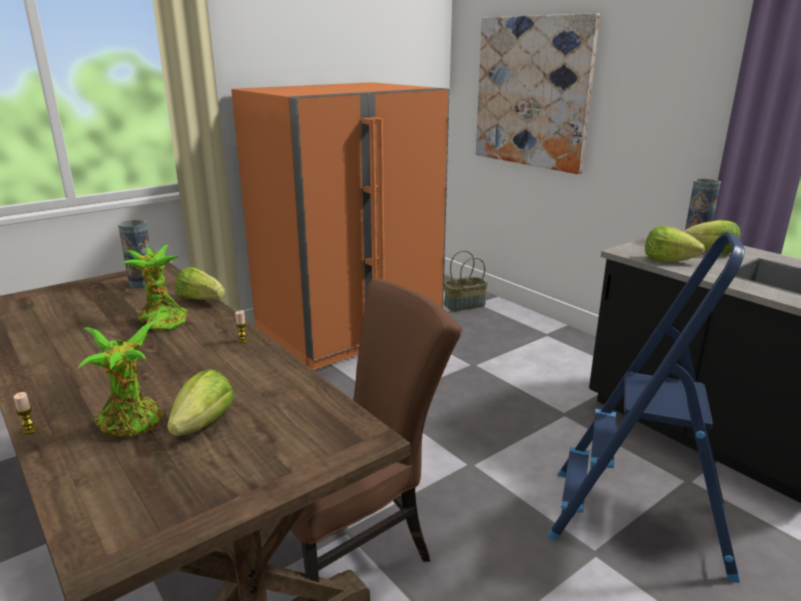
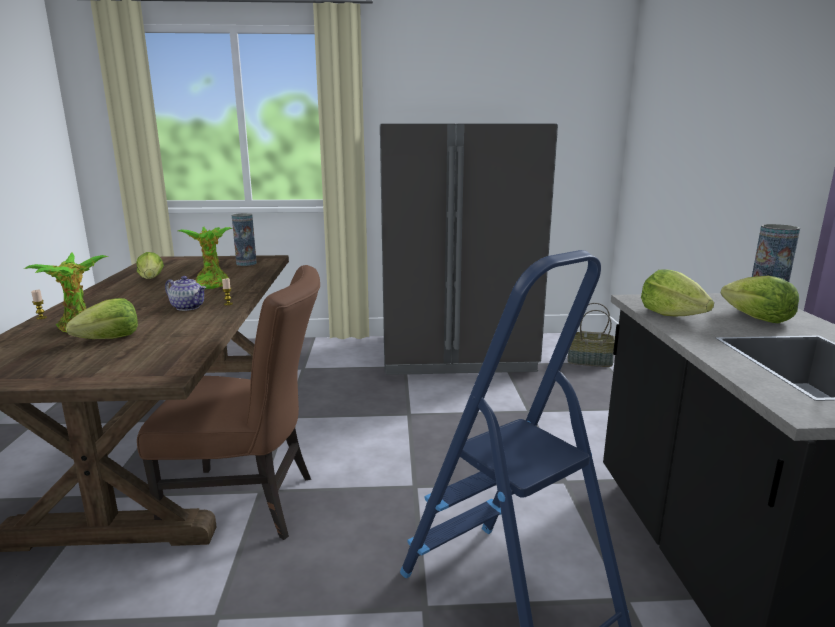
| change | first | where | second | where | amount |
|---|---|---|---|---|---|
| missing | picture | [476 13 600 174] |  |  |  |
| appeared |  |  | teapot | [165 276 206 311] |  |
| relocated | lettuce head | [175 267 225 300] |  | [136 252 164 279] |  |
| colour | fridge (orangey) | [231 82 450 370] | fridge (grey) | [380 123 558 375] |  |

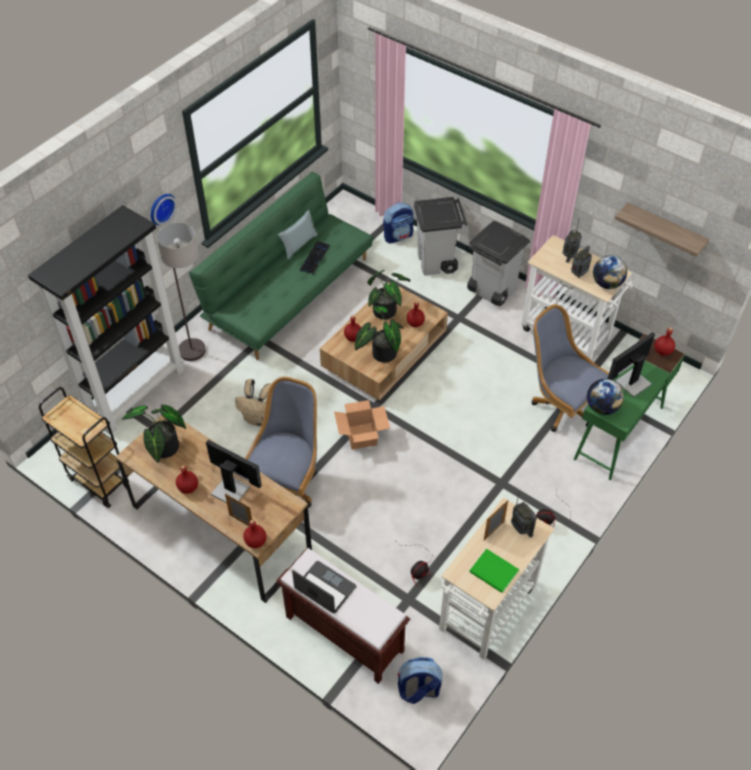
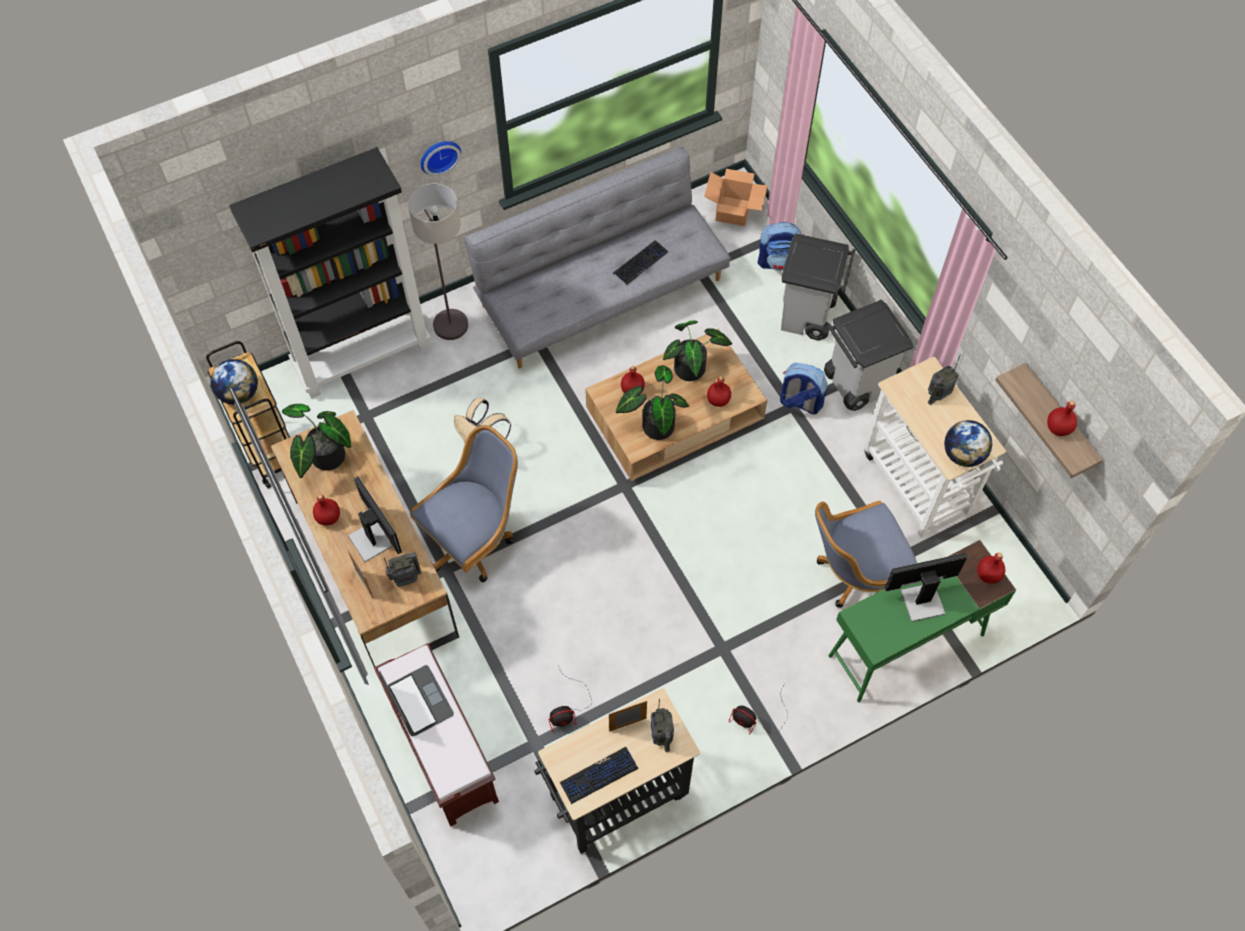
| change | first | where | second | where | amount |
|---|---|---|---|---|---|
| missing | cushion (bluish) | [278 210 318 259] |  |  |  |
| relocated | drink bottle (red-coloured) | [243 520 266 548] |  | [1047 401 1077 436] |  |
| relocated | carton | [334 400 390 450] |  | [704 169 768 226] |  |
| relocated | backpack | [398 657 442 704] |  | [780 363 827 414] |  |
| relocated | radio receiver | [571 246 592 278] |  | [384 552 422 587] |  |
| relocated | globe | [587 379 624 415] |  | [211 359 258 405] |  |
| exchanged | bound book (greenish) | [469 549 519 593] | computer keyboard | [560 747 638 804] |  |
| colour | settee (greenish) | [189 172 373 360] | settee (grey) | [464 146 731 368] |  |
| colour | cart (white-coloured) | [439 498 554 660] | cart (black-coloured) | [534 688 700 854] |  |
| spun | desk chair (bluish) | [532 304 609 432] |  | [815 501 917 608] | 90 degrees counterclockwise |

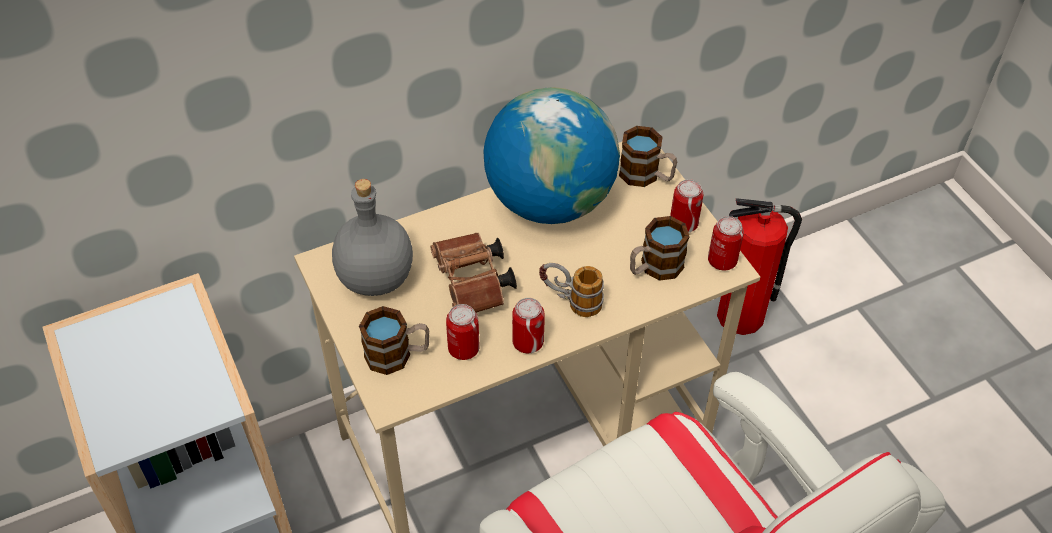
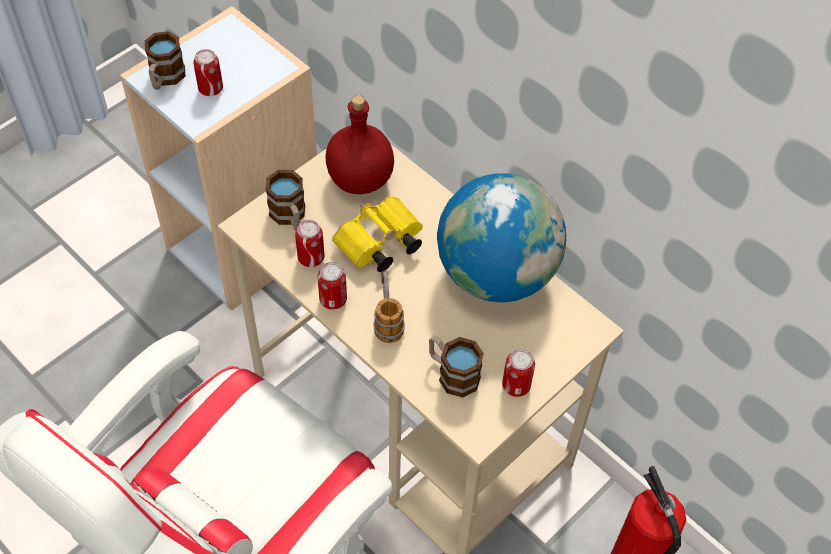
| change | first | where | second | where | amount |
|---|---|---|---|---|---|
| relocated | tea mug | [619 126 677 187] |  | [145 31 186 90] |  |
| relocated | sealed can | [708 216 744 270] |  | [193 49 223 96] |  |
| colour | drink bottle (grey) | [332 179 413 296] | drink bottle (red-coloured) | [326 95 394 194] |  |
| colour | pair of binoculars (brown) | [430 233 517 313] | pair of binoculars (yellow-coloured) | [332 196 423 272] |  |

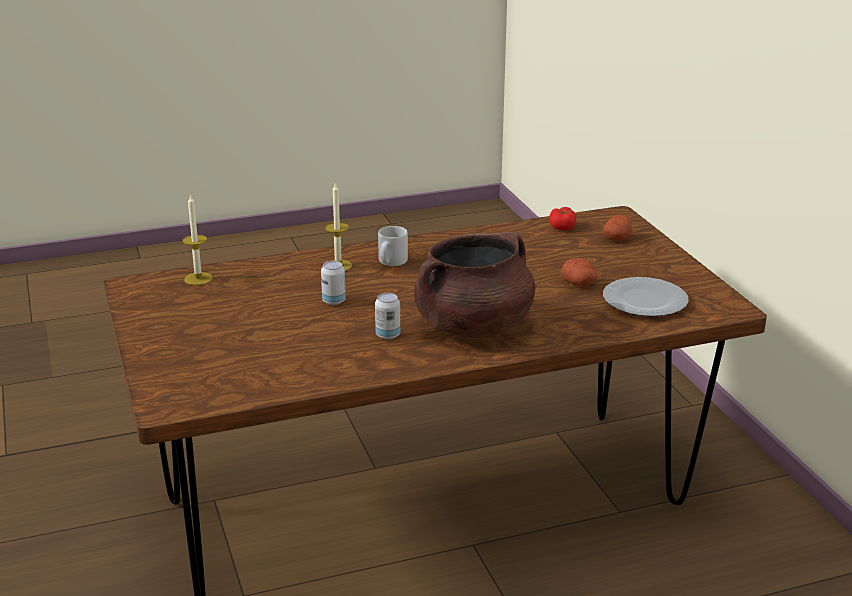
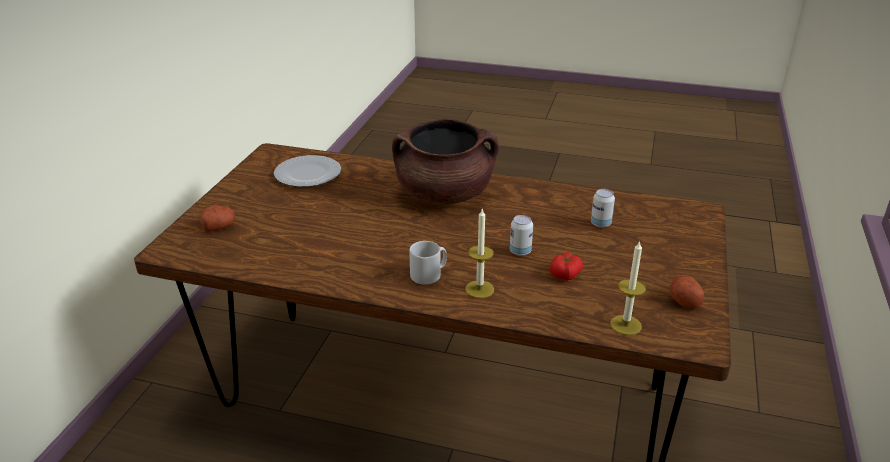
| change | first | where | second | where | amount |
|---|---|---|---|---|---|
| relocated | sealed can | [375 293 400 340] |  | [591 189 615 228] |  |
| relocated | tomato | [549 207 576 231] |  | [550 252 583 280] |  |
| relocated | spud | [561 258 597 287] |  | [670 275 704 308] |  |

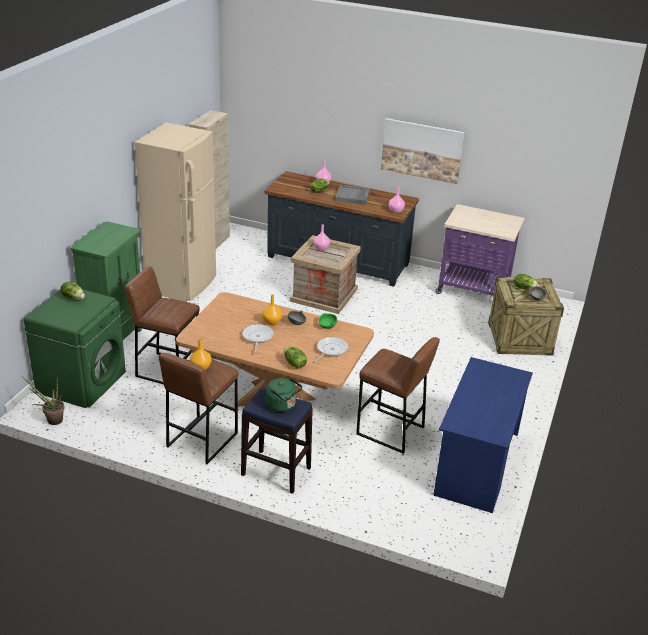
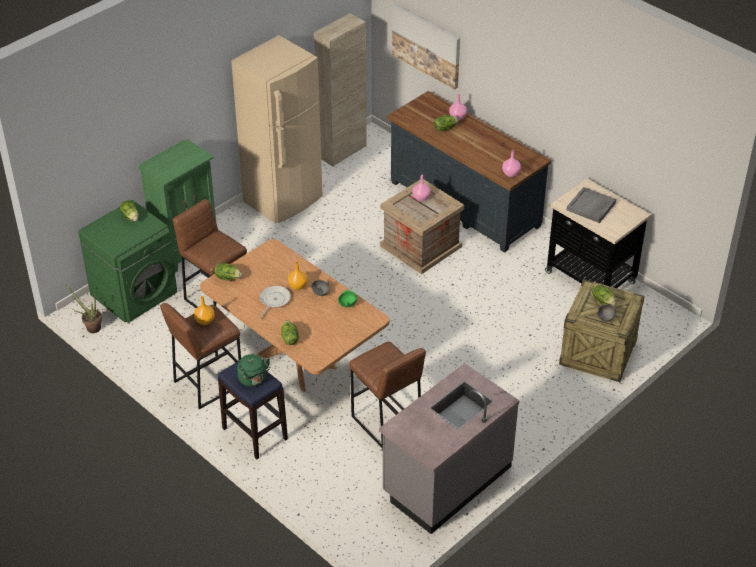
| change | first | where | second | where | amount |
|---|---|---|---|---|---|
| missing | frying pan | [313 337 349 363] |  |  |  |
| appeared |  |  | lettuce head | [214 263 242 281] |  |
| relocated | carrying tray (grey) | [336 185 370 205] |  | [567 187 616 223] |  |
| relocated | picture | [381 118 465 184] |  | [392 4 460 89] |  |
| exchanged | desk table (bluish) | [433 357 533 513] | counter (grey) | [379 363 519 534] |  |
| colour | cart (purplish) | [435 204 524 296] | cart (black-coloured) | [545 178 652 288] |  |

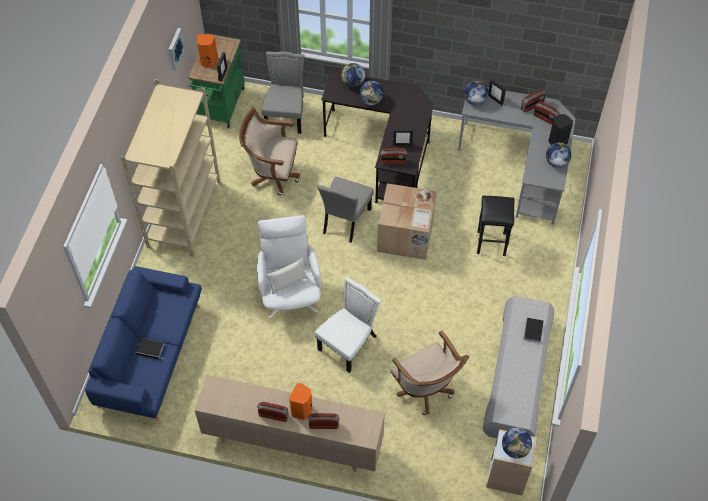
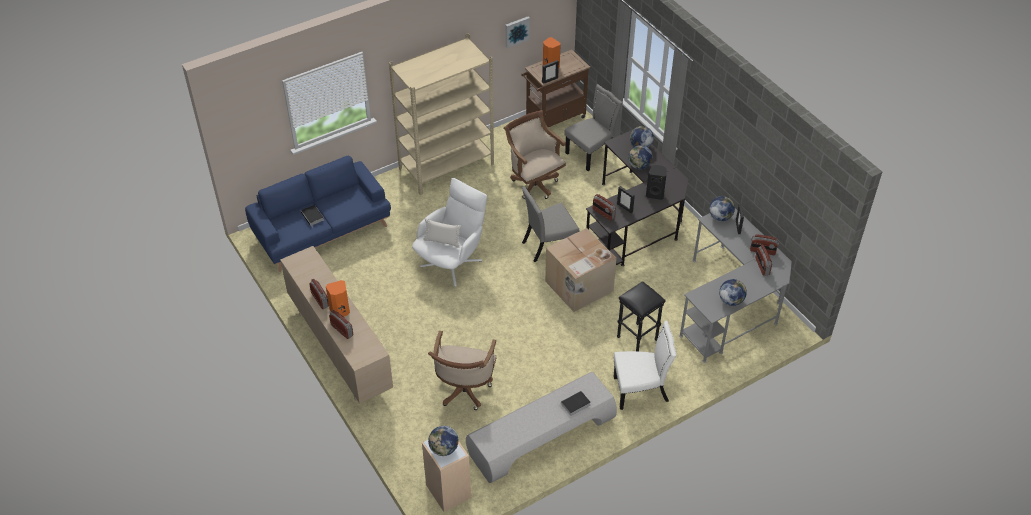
| change | first | where | second | where | amount |
|---|---|---|---|---|---|
| relocated | upright chair (white-coloured) | [315 277 381 373] |  | [613 321 676 410] |  |
| relocated | speaker (black-coloured) | [548 114 573 145] |  | [646 165 667 200] |  |
| colour | cart (greenish) | [188 35 245 129] | cart (brown) | [521 49 590 127] |  |

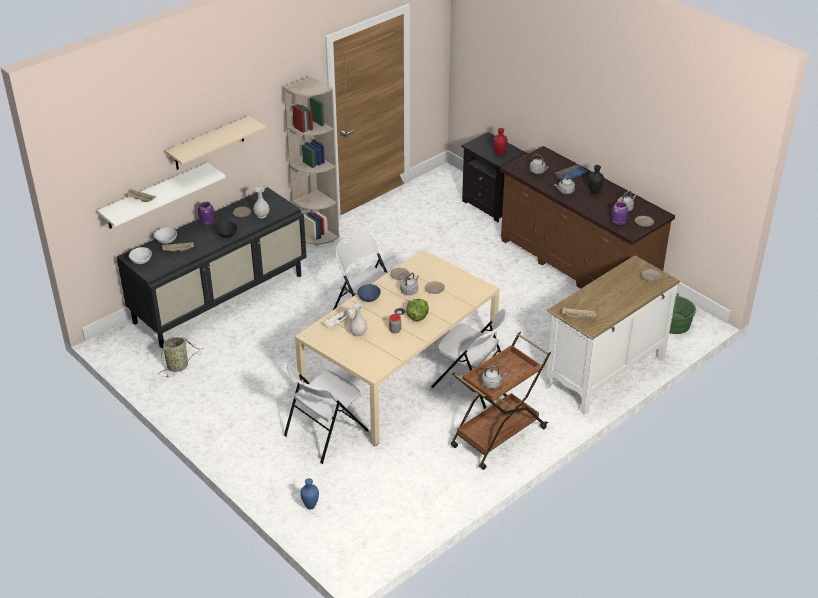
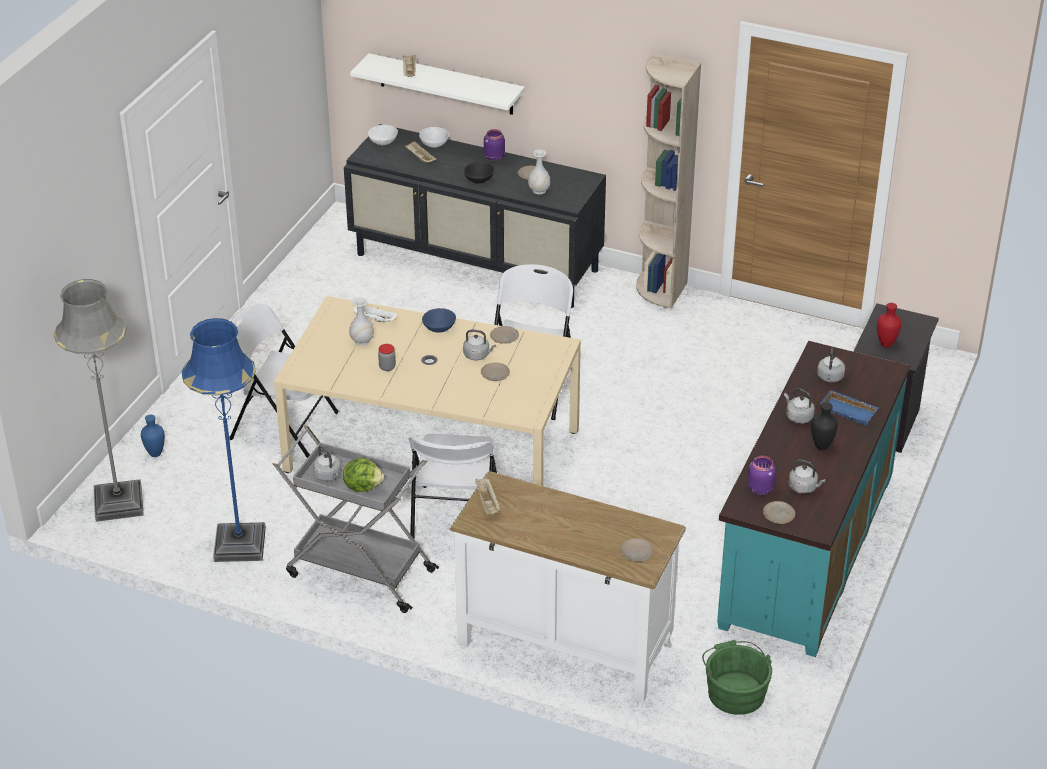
| change | first | where | second | where | amount |
|---|---|---|---|---|---|
| missing | storage basket | [158 337 204 377] |  |  |  |
| missing | wall shelf (beige-coloured) | [165 116 266 170] |  |  |  |
| appeared |  |  | floor lamp (grey) | [54 279 144 522] |  |
| appeared |  |  | floor lamp (bluish) | [182 318 266 562] |  |
| relocated | lettuce head | [406 299 429 321] |  | [343 458 384 492] |  |
| colour | cart (brown) | [451 332 551 470] | cart (grey) | [273 425 439 613] |  |
| colour | storage cabinet (brown) | [500 146 675 289] | storage cabinet (turquoise) | [717 341 910 657] |  |

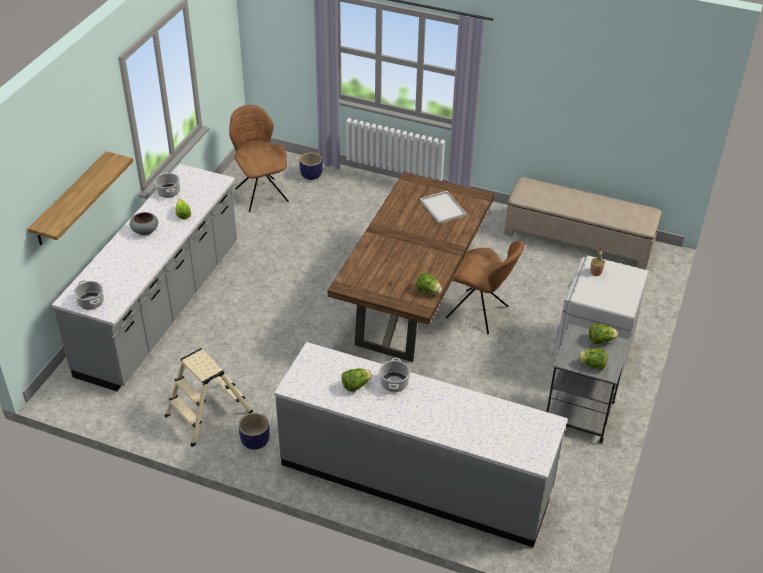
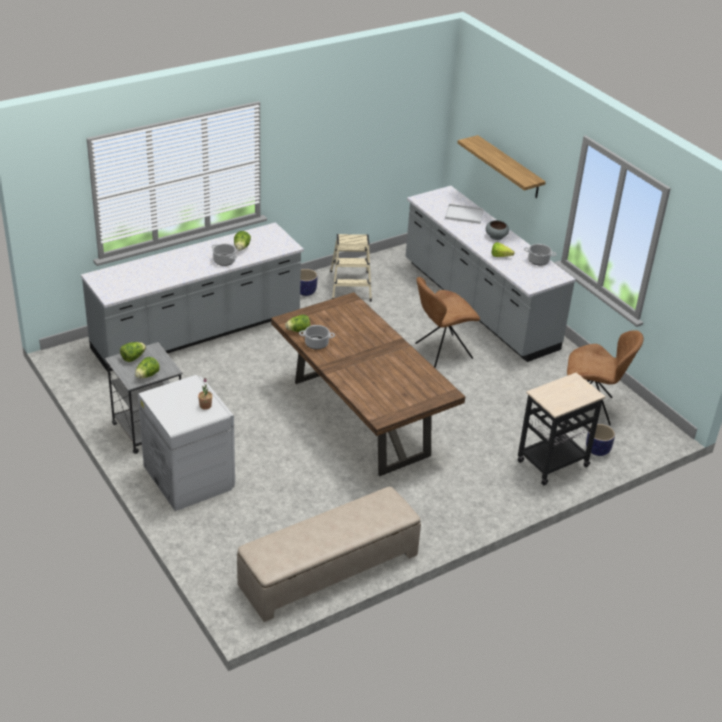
| change | first | where | second | where | amount |
|---|---|---|---|---|---|
| appeared |  |  | cart | [517 372 606 485] |  |
| relocated | cooking pot | [74 280 104 309] |  | [299 325 335 349] |  |
| relocated | carrying tray (white-coloured) | [420 191 466 224] |  | [445 204 484 224] |  |
| relocated | upright chair (brown) | [446 241 524 334] |  | [415 277 480 368] |  |

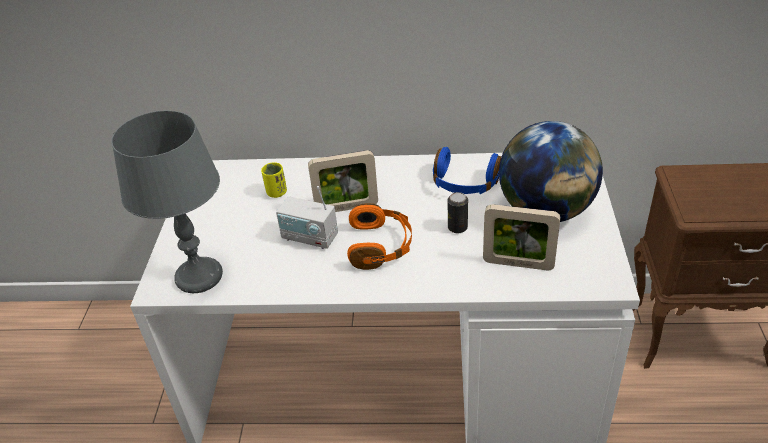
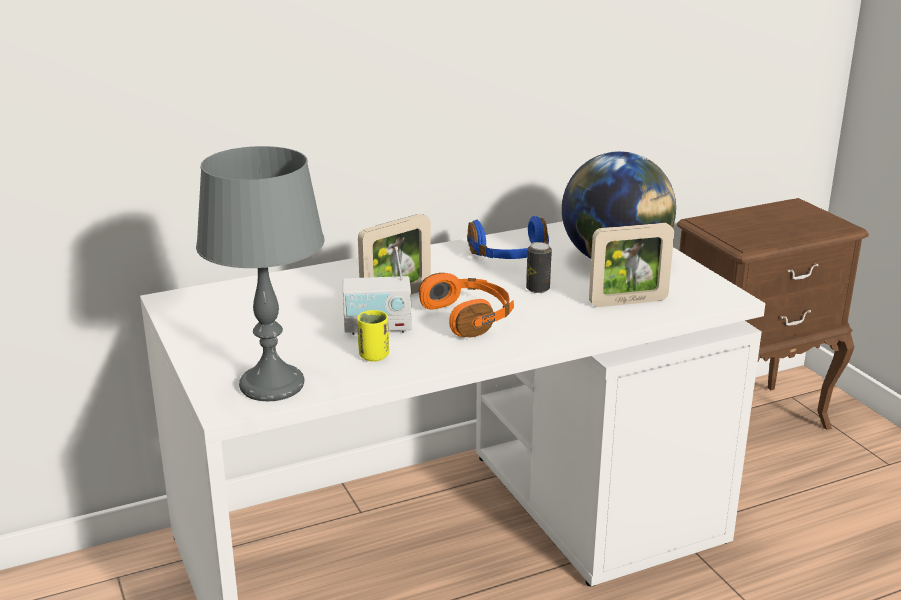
| change | first | where | second | where | amount |
|---|---|---|---|---|---|
| relocated | cup (yellow-coloured) | [261 162 287 198] |  | [357 310 389 362] |  |

